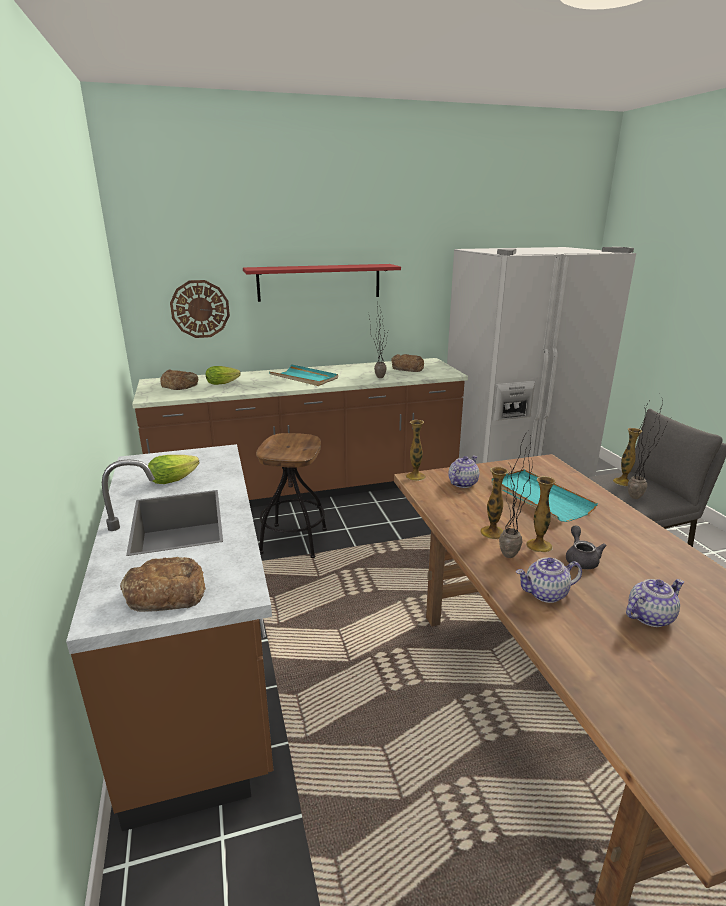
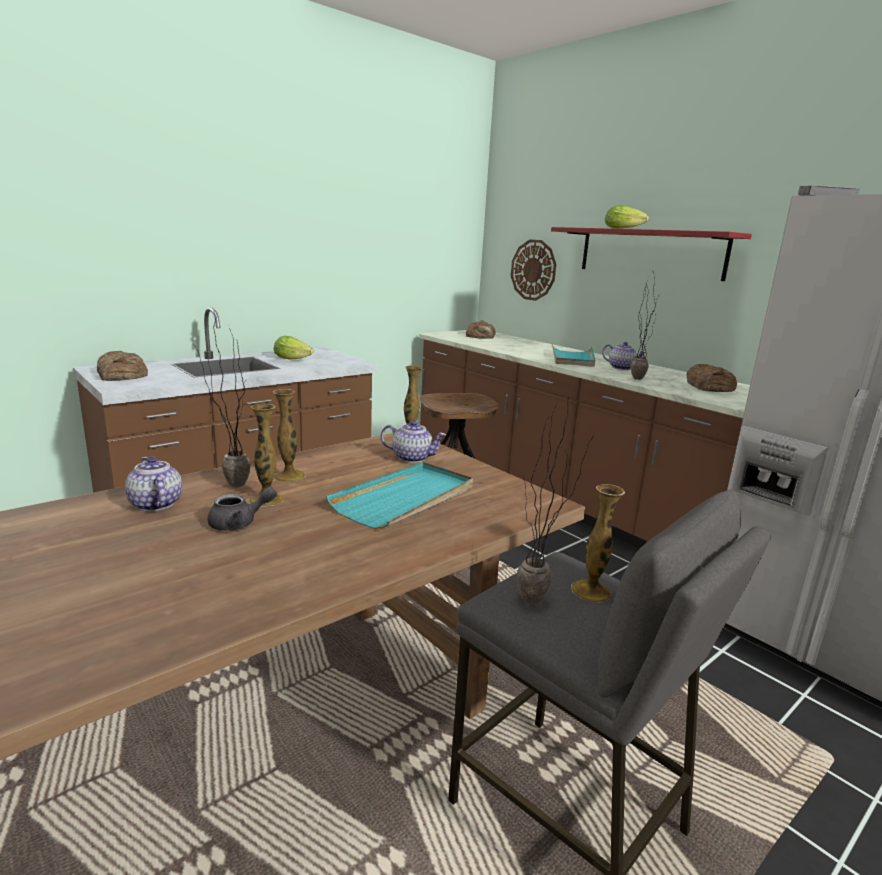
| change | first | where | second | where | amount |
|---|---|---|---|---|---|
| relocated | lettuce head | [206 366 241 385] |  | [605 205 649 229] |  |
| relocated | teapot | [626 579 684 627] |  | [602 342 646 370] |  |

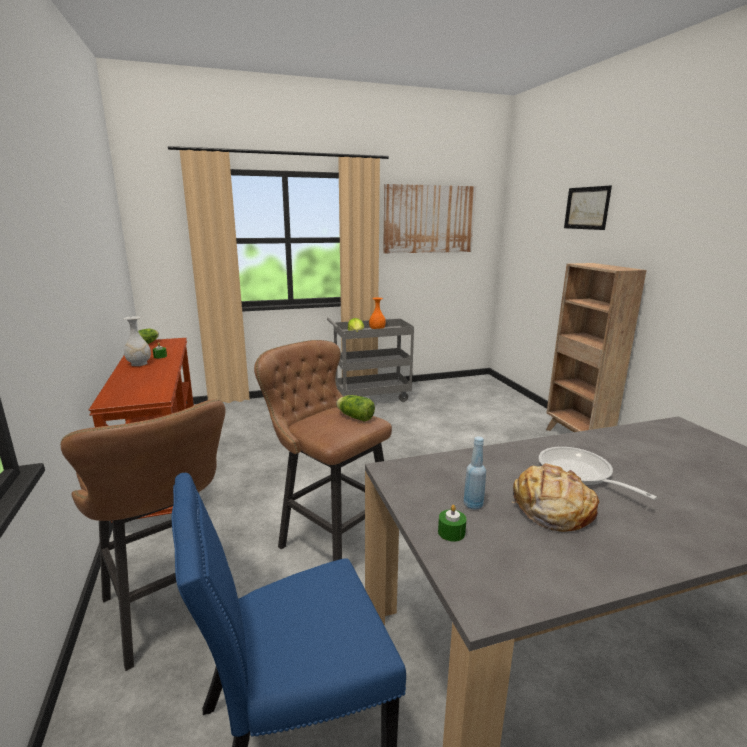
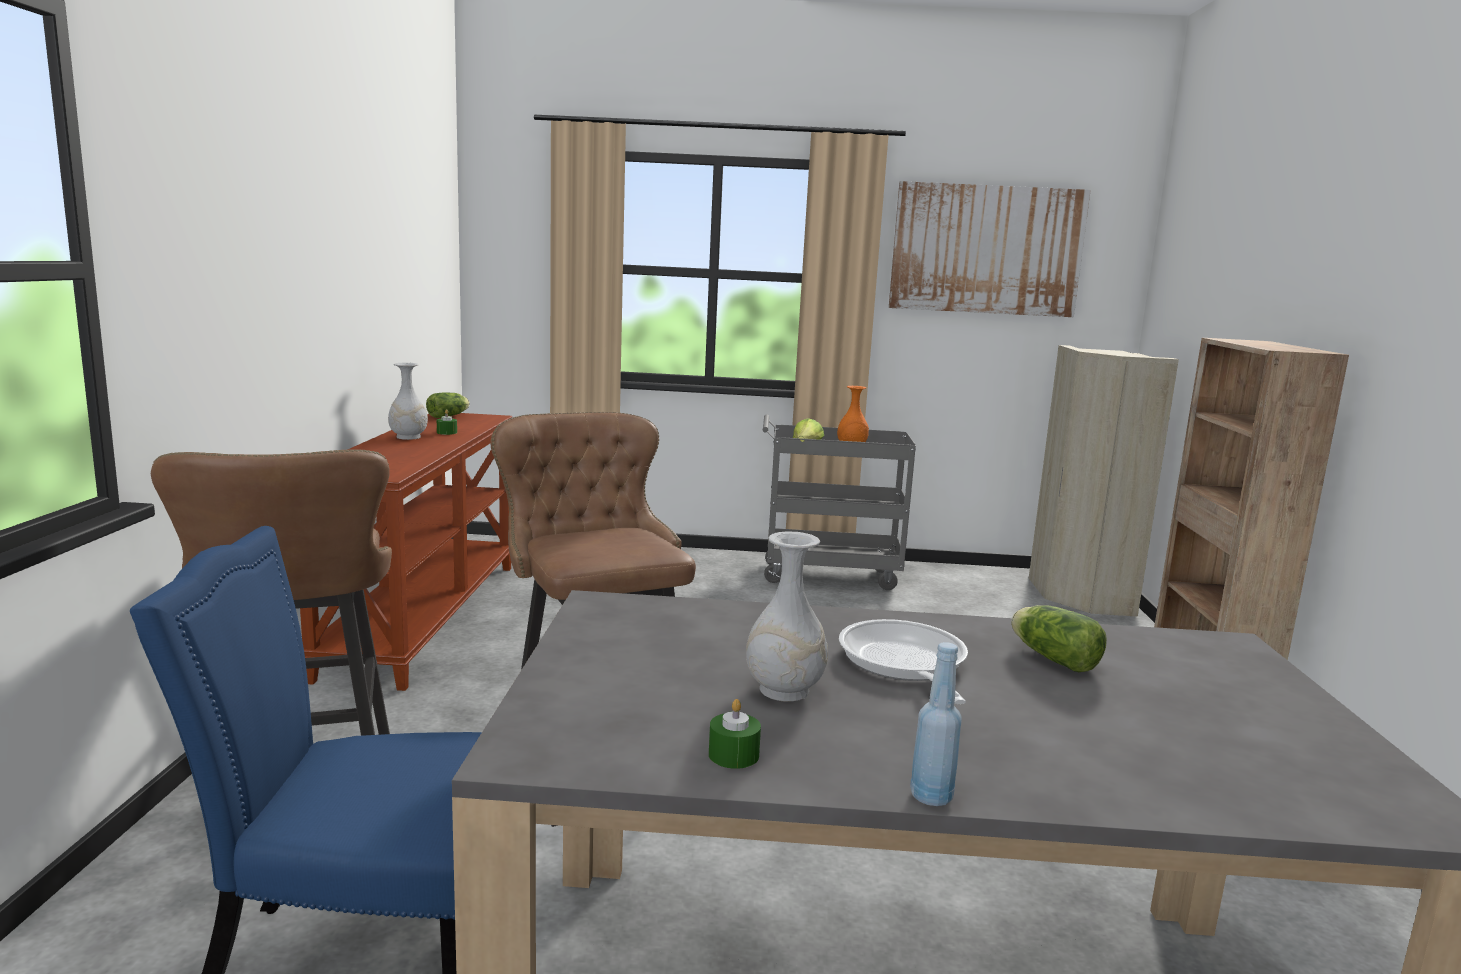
| change | first | where | second | where | amount |
|---|---|---|---|---|---|
| missing | picture | [564 185 612 230] |  |  |  |
| appeared |  |  | storage cabinet (beige-coloured) | [1029 345 1179 617] |  |
| relocated | lettuce head | [336 395 375 421] |  | [1011 605 1107 672] |  |
| relocated | wax light (greenish) | [438 505 466 542] |  | [709 699 761 769] |  |
| relocated | drink bottle (bluish) | [464 436 486 510] |  | [910 642 962 806] |  |
| exchanged | bakery bread | [512 463 599 532] | vase (white-coloured) | [746 531 828 702] |  |

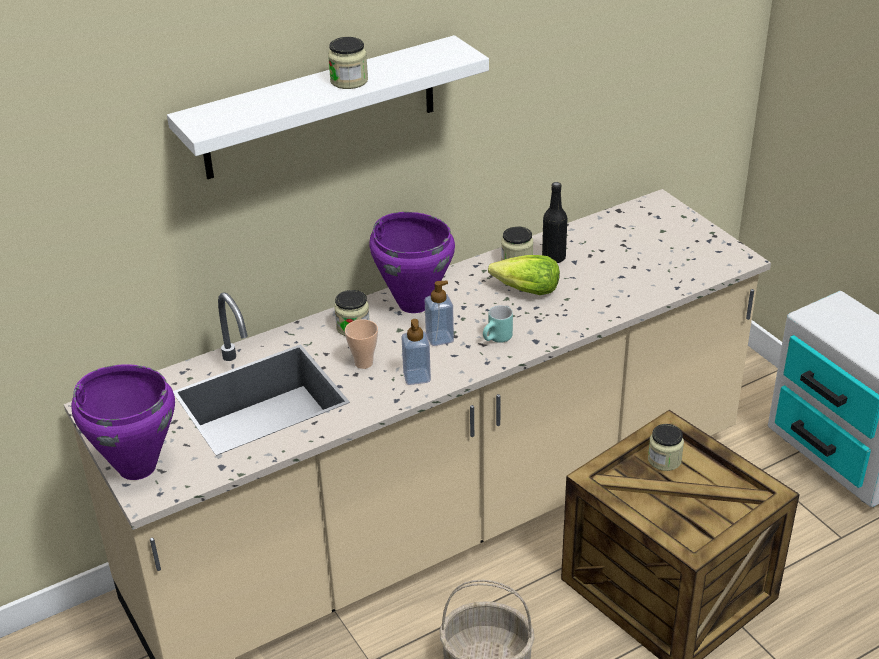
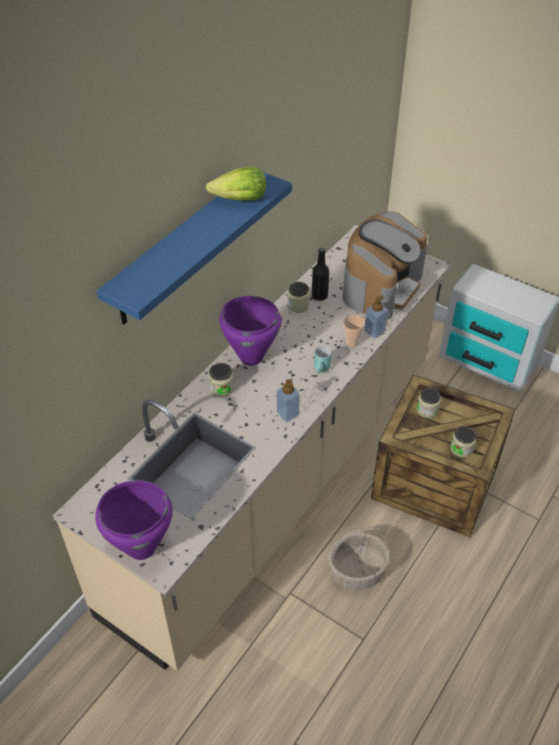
| change | first | where | second | where | amount |
|---|---|---|---|---|---|
| appeared |  |  | coffee brewer | [342 211 427 320] |  |
| relocated | jar | [328 37 368 89] |  | [450 426 476 458] |  |
| relocated | cup | [345 319 378 369] |  | [343 315 365 347] |  |
| relocated | soap bottle | [425 280 454 346] |  | [364 295 388 339] |  |
| relocated | lettuce head | [488 255 560 295] |  | [205 167 266 201] |  |
| colour | wall shelf (white-coloured) | [167 35 489 179] | wall shelf (bluish) | [97 172 292 325] |  |

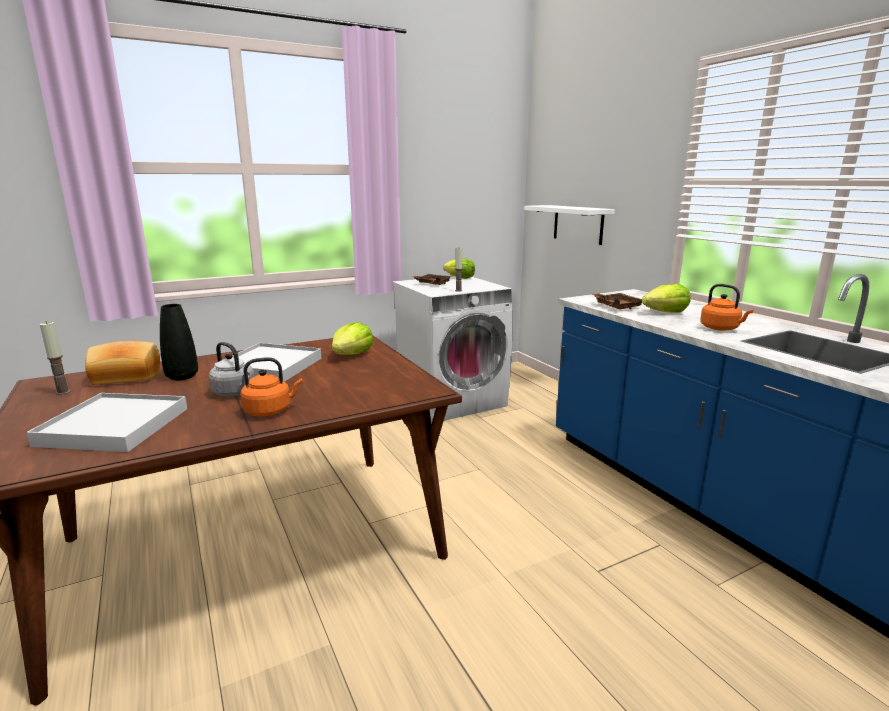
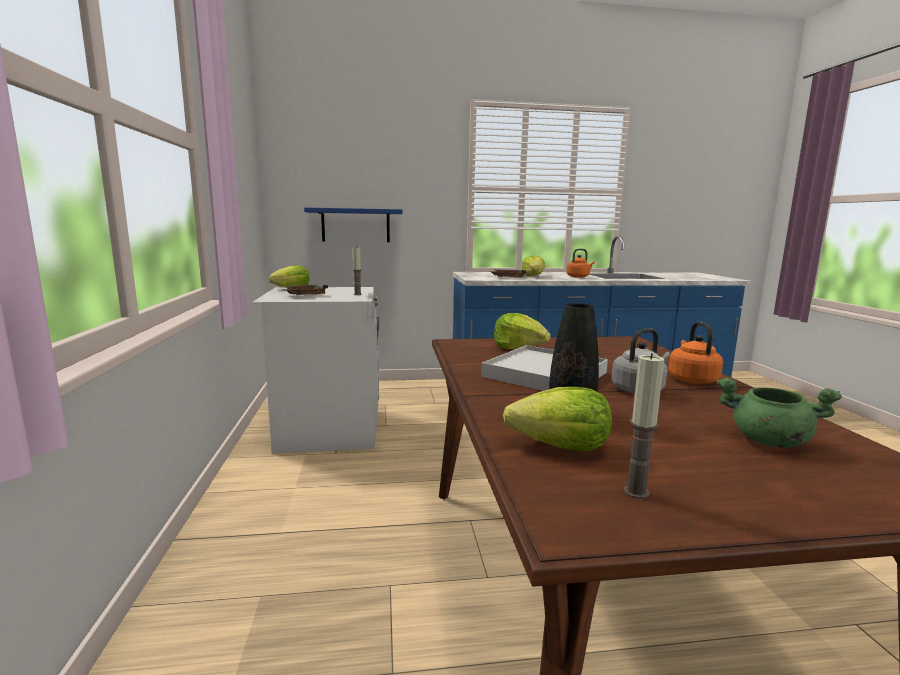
| change | first | where | second | where | amount |
|---|---|---|---|---|---|
| exchanged | carrying tray (white-coloured) | [26 393 187 452] | cooking pot (greenish) | [717 378 842 448] |  |
| exchanged | bakery bread | [85 341 160 385] | lettuce head | [503 387 612 452] |  |
| colour | wall shelf (white-coloured) | [524 205 615 245] | wall shelf (bluish) | [304 207 403 242] |  |

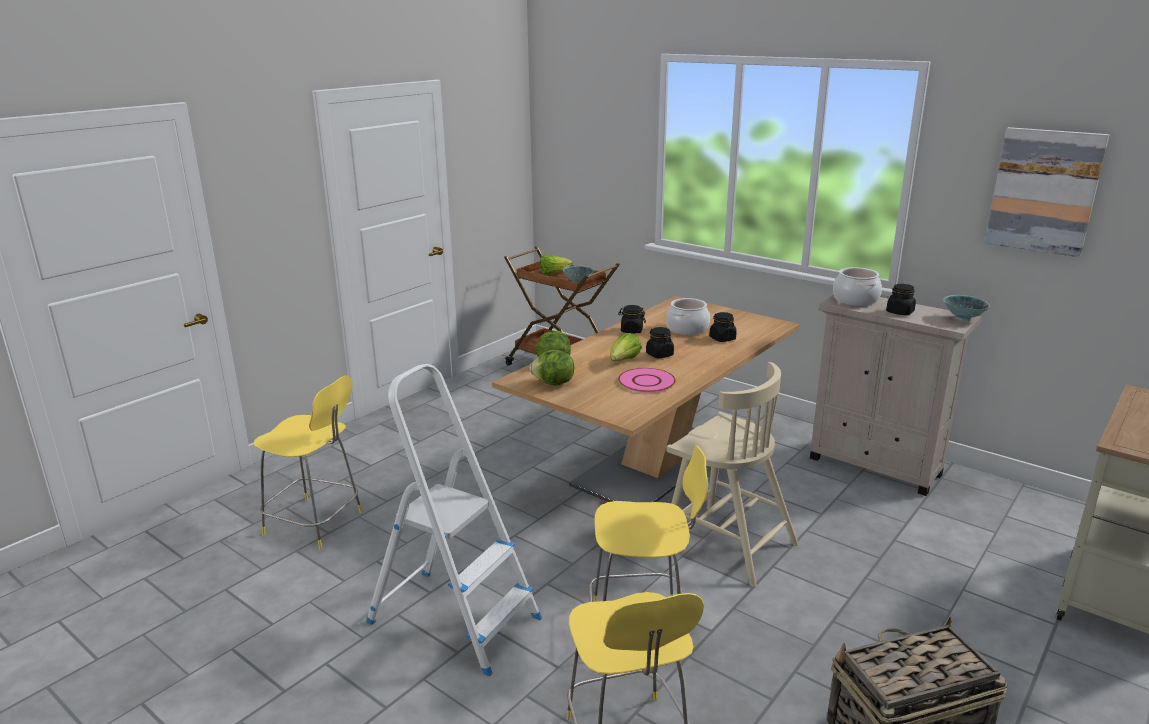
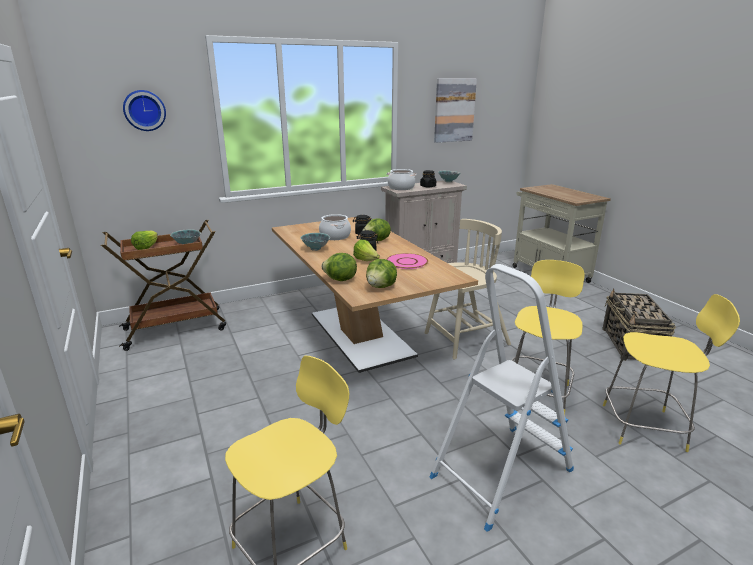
| change | first | where | second | where | amount |
|---|---|---|---|---|---|
| appeared |  |  | wall clock | [123 90 166 131] |  |
| appeared |  |  | lettuce head | [362 218 391 241] |  |
| exchanged | jar (black-coloured) | [618 305 646 333] | bowl | [300 233 330 251] |  |

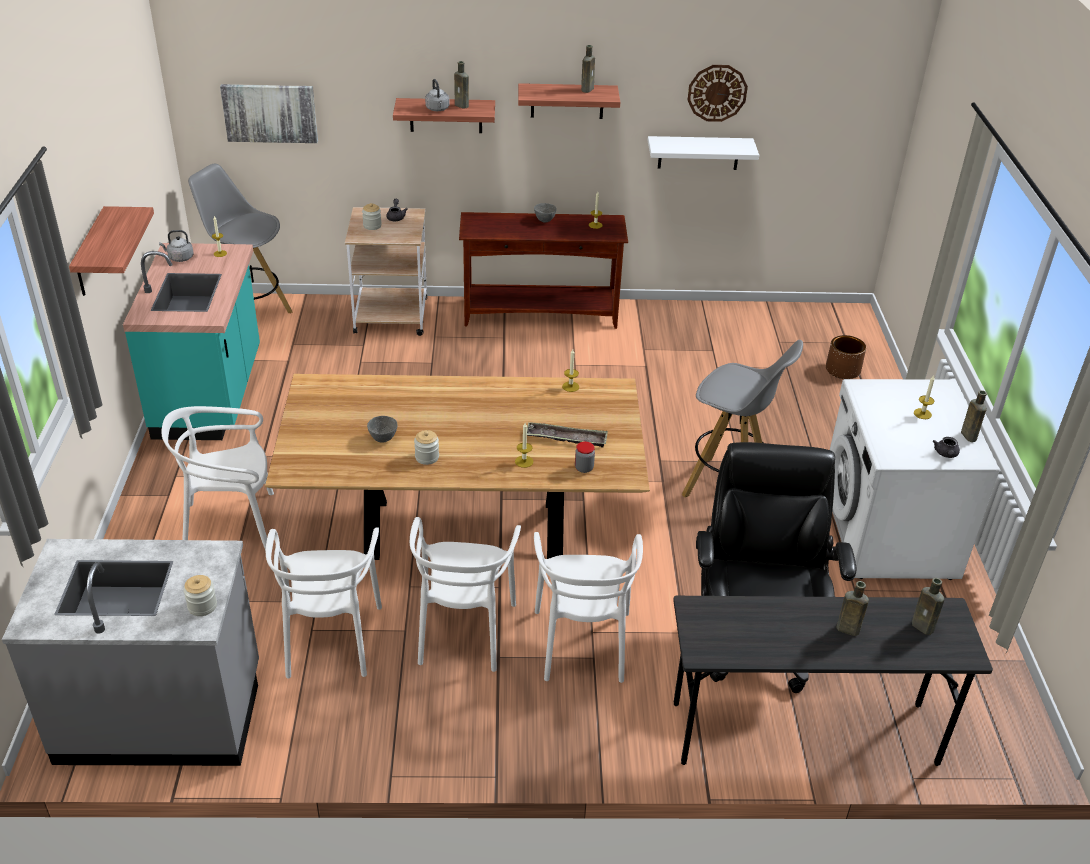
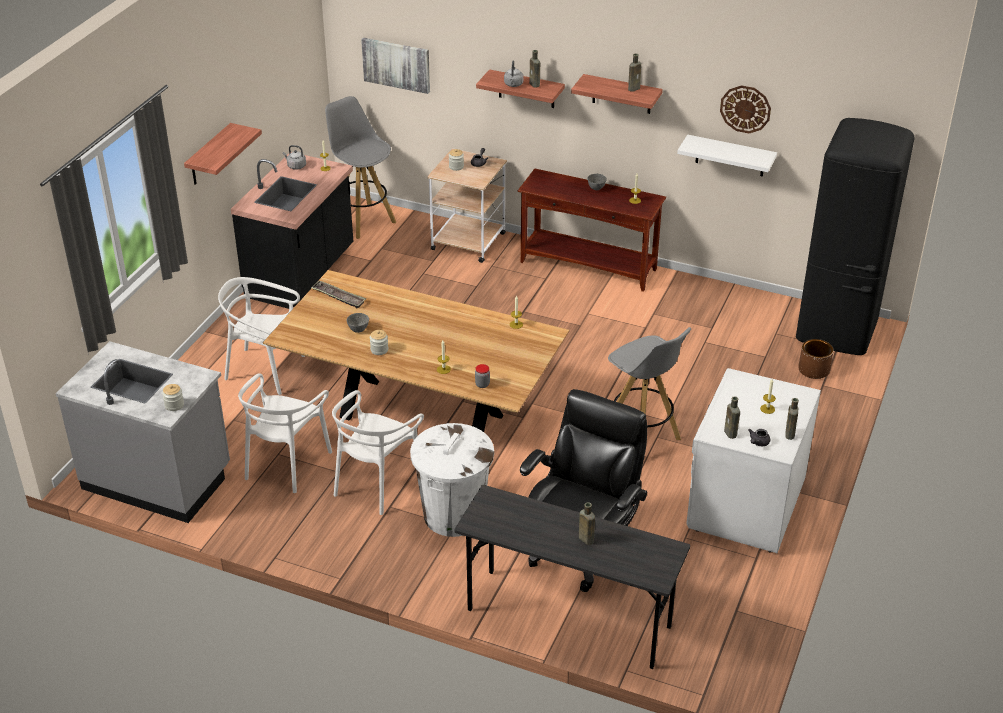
| change | first | where | second | where | amount |
|---|---|---|---|---|---|
| appeared |  |  | fridge (black-coloured) | [796 118 915 355] |  |
| relocated | carrying tray | [527 422 608 447] |  | [311 281 366 309] |  |
| relocated | drink bottle (brown) | [912 578 944 635] |  | [724 396 740 439] |  |
| exchanged | upright chair (white-coloured) | [534 532 643 683] | waste bin (white-coloured) | [410 423 494 537] |  |
| colour | counter (turquoise) | [123 243 260 440] | counter (black-coloured) | [231 152 353 309] |  |

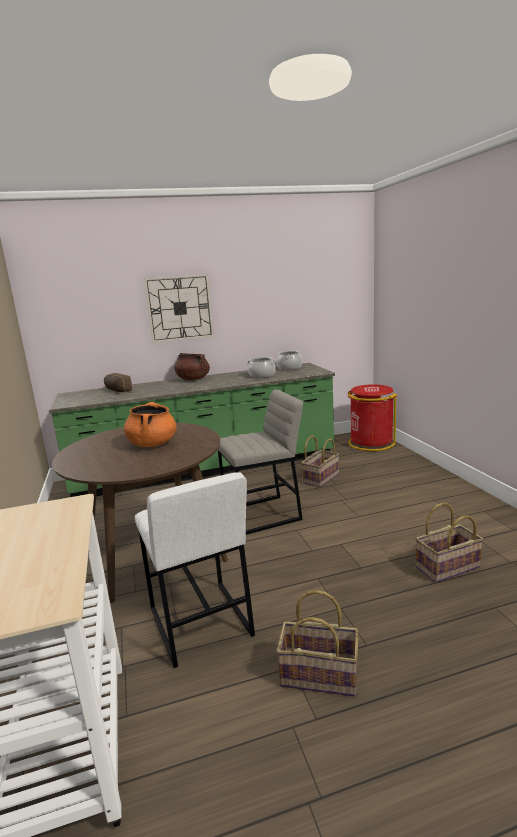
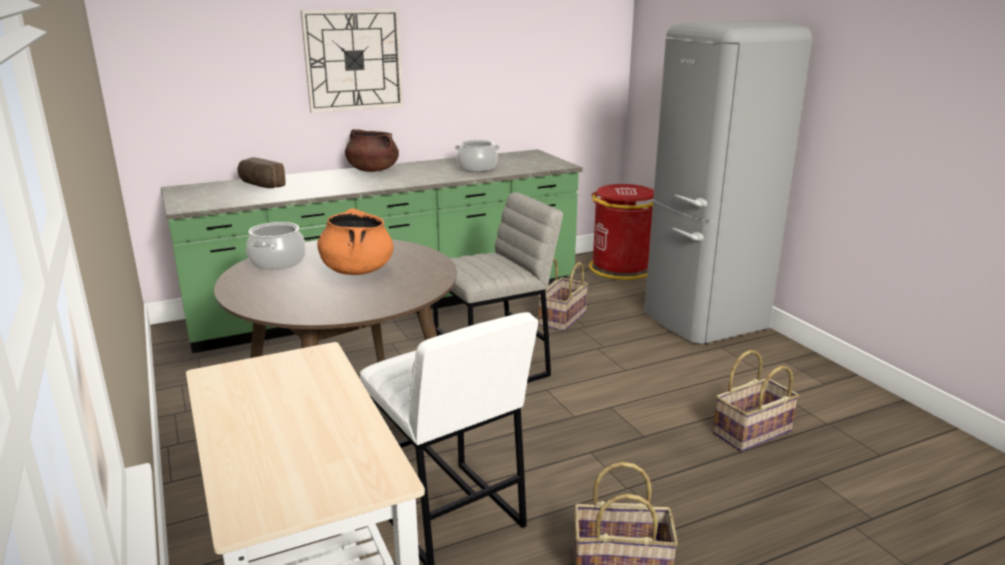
| change | first | where | second | where | amount |
|---|---|---|---|---|---|
| appeared |  |  | fridge (grey) | [645 20 812 345] |  |
| relocated | cooking pot | [276 351 303 370] |  | [246 222 306 270] |  |

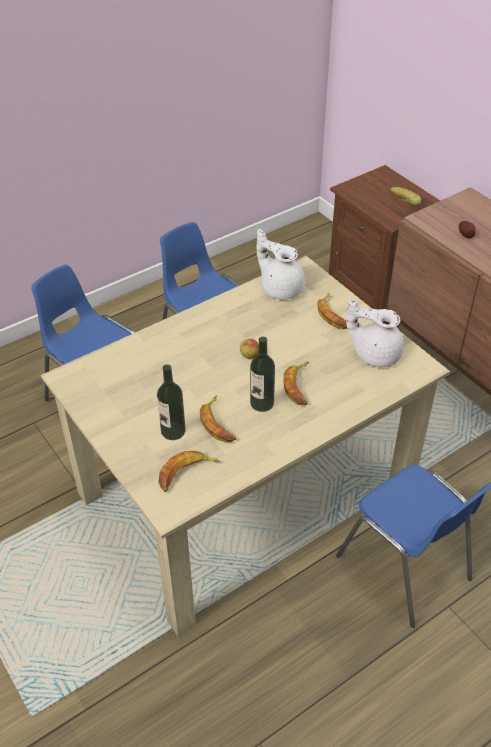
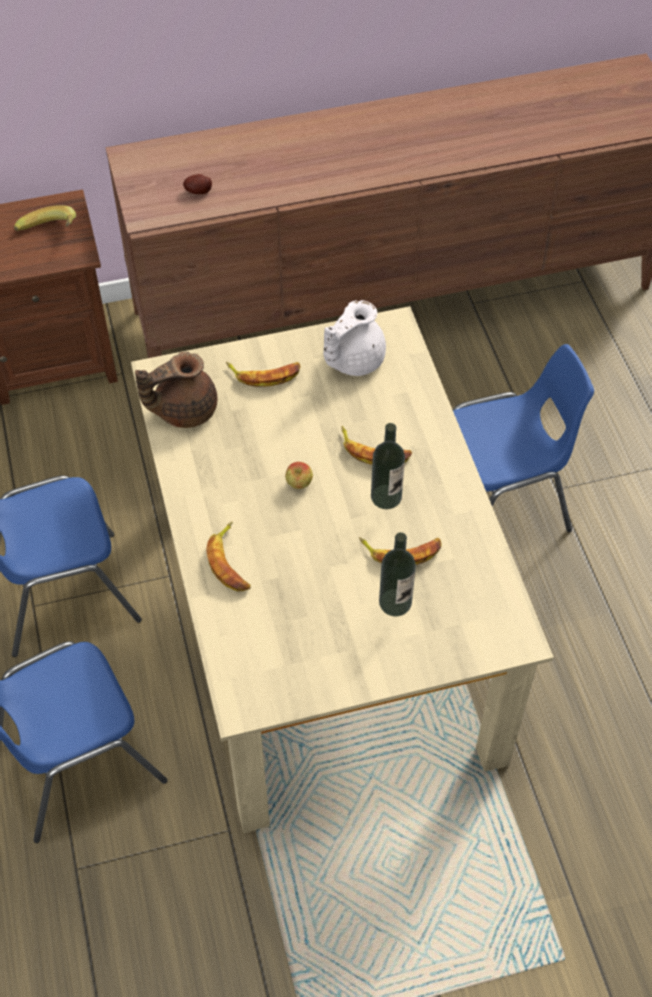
| change | first | where | second | where | amount |
|---|---|---|---|---|---|
| relocated | banana fruit | [158 451 220 492] |  | [206 521 251 592] |  |
| colour | teapot (white-coloured) | [257 229 305 300] | teapot (brown) | [135 352 217 428] |  |

